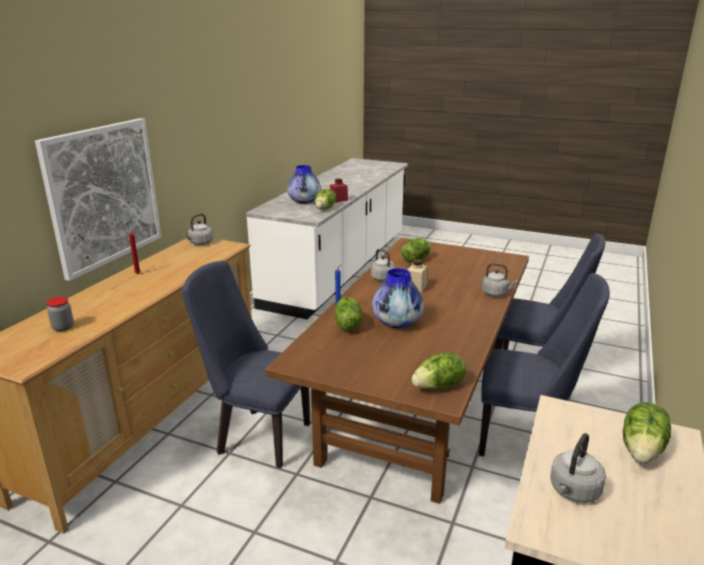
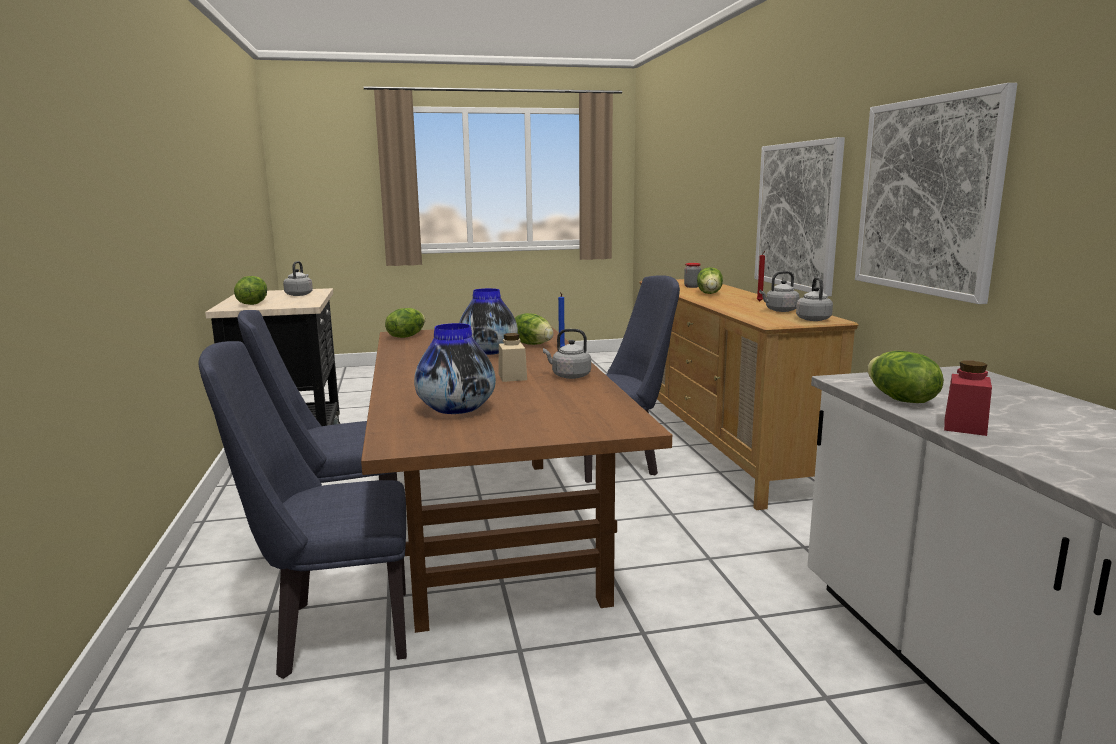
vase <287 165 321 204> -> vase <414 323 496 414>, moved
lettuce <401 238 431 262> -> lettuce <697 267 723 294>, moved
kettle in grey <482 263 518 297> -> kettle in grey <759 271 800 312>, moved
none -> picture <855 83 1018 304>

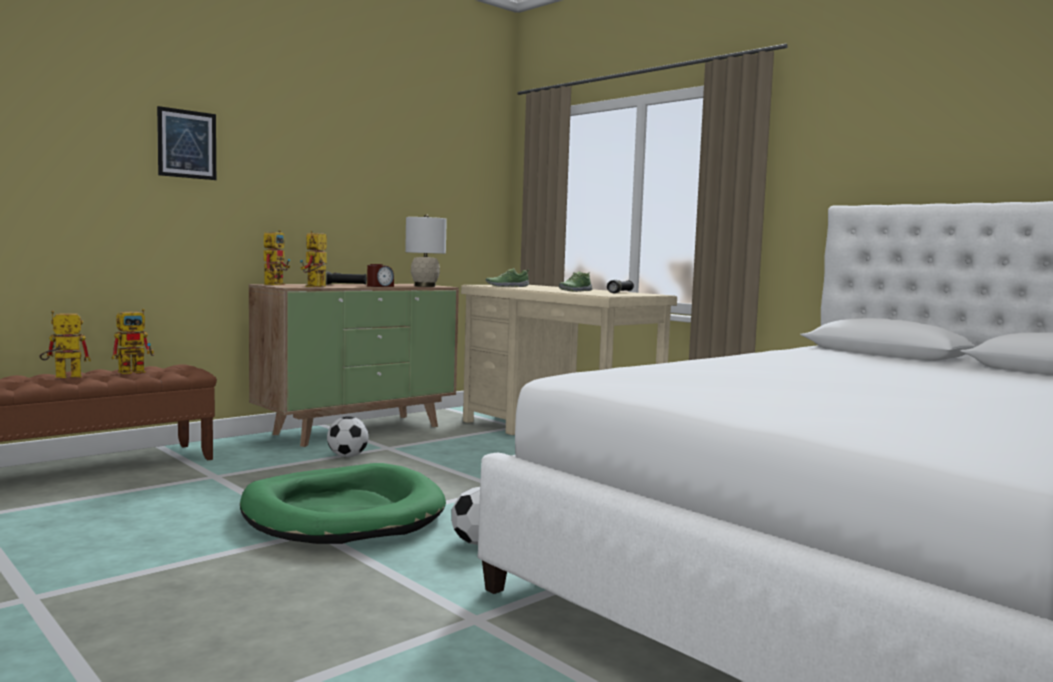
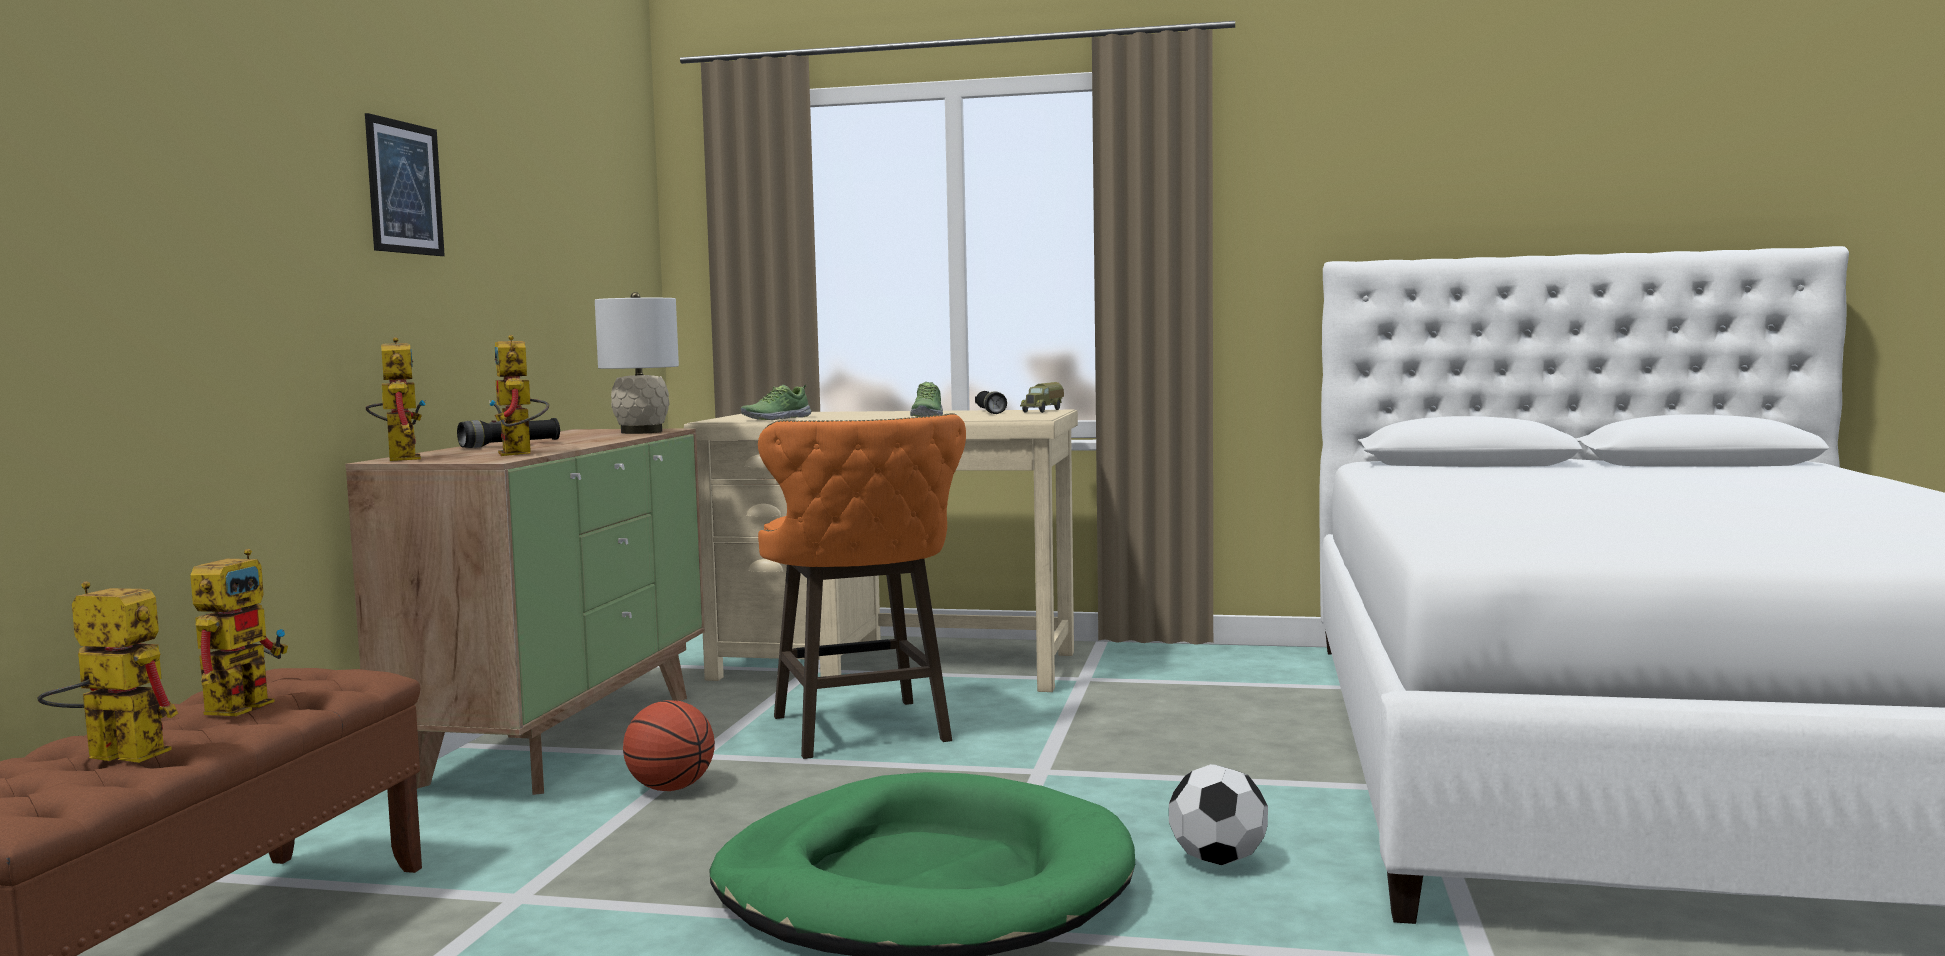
picture <157 106 216 180> -> picture <365 113 445 256>, moved
alarm clock <367 264 394 287> -> none
toy robot <39 310 91 378> -> toy robot <37 581 178 763>, 75 degrees clockwise
football <327 416 369 457> -> basketball <623 700 715 791>
none -> toy truck <1020 382 1064 413>
none -> stool in orange <758 413 966 759>

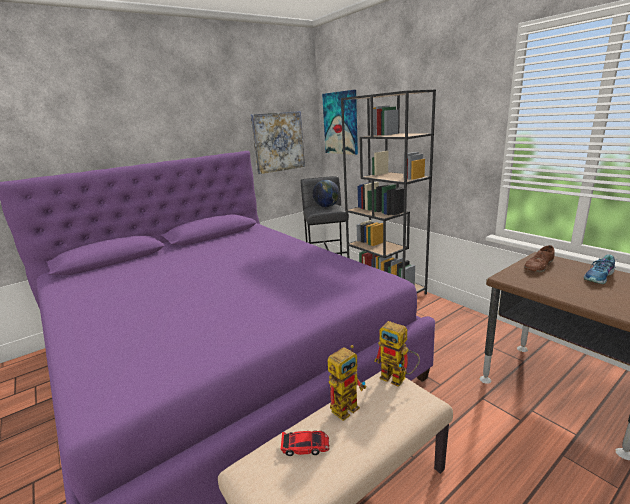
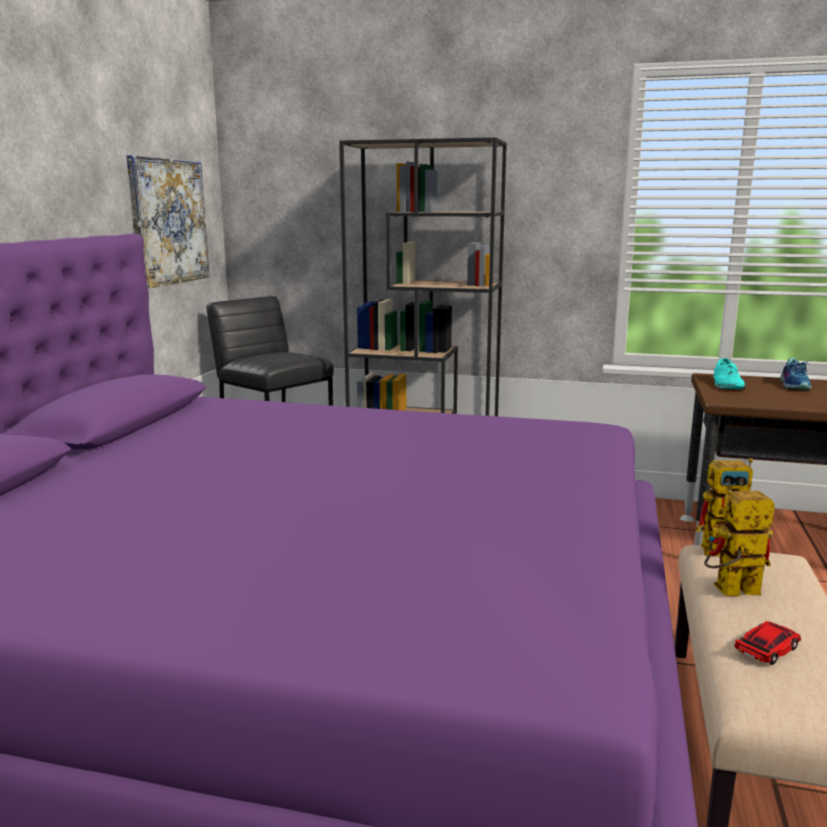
picture <322 90 358 155> -> none
globe <313 180 340 207> -> none
shoe in brown <524 245 555 272> -> shoe in turquoise <713 358 745 389>
toy robot <327 345 367 421> -> toy robot <704 489 775 596>, 105 degrees counterclockwise

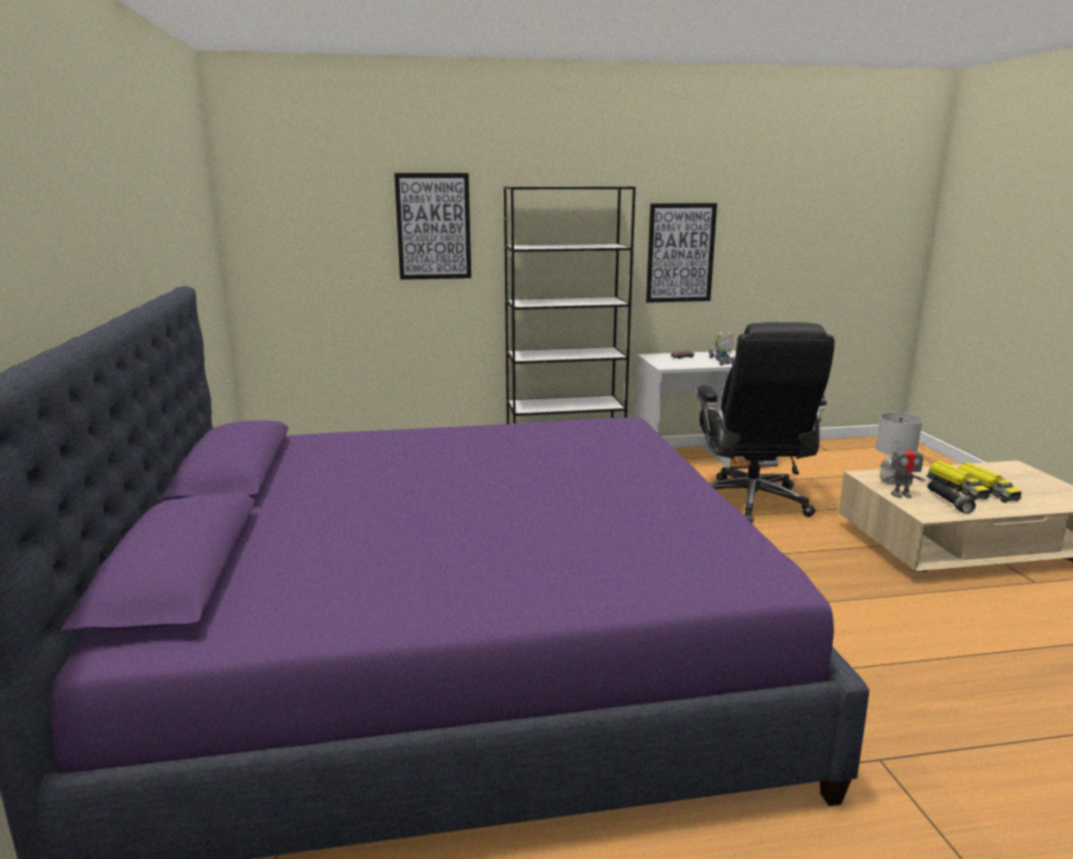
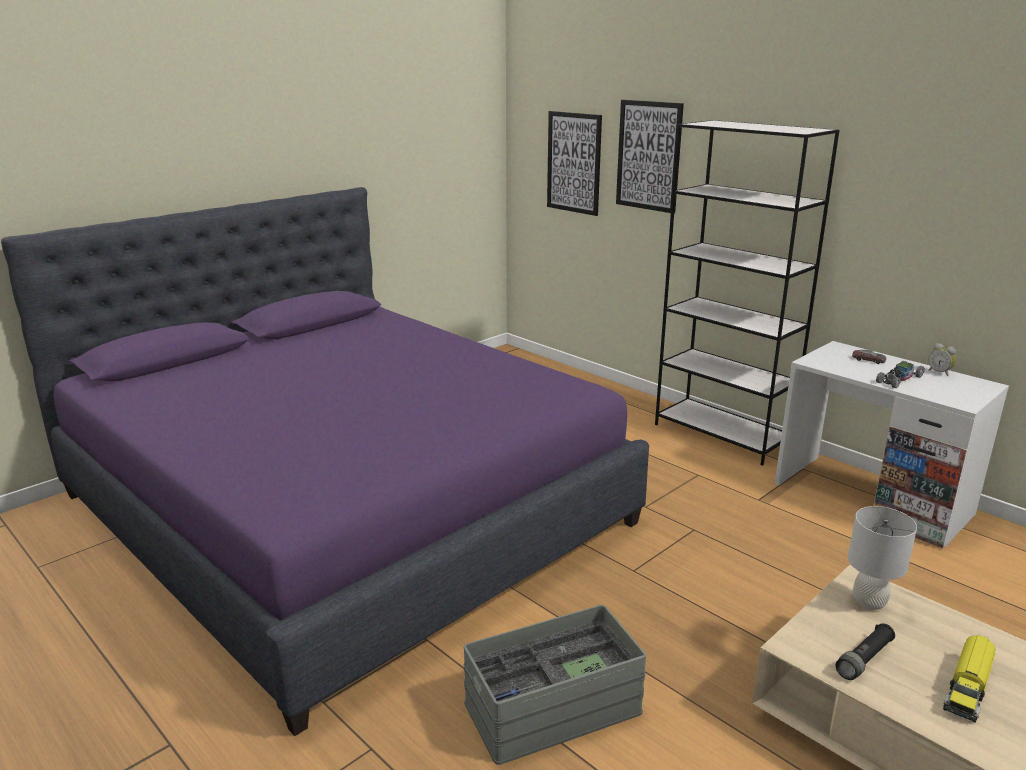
picture <646 203 717 303> -> picture <547 111 602 216>, moved
office chair in black <696 322 835 523> -> none
toy robot <882 441 925 498> -> none
toy truck <926 460 990 501> -> none
none -> storage box in grey <464 605 646 765>

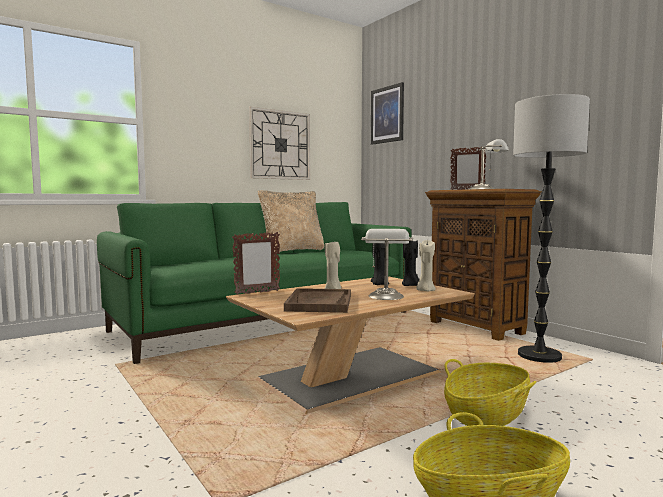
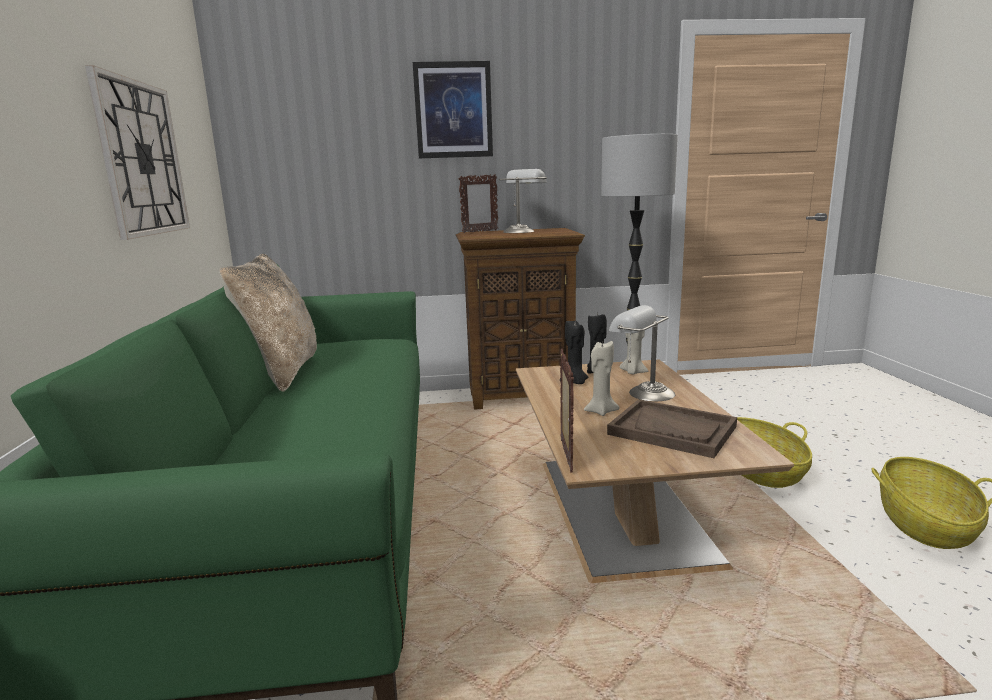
picture <371 82 404 145> -> picture <413 61 493 158>, moved

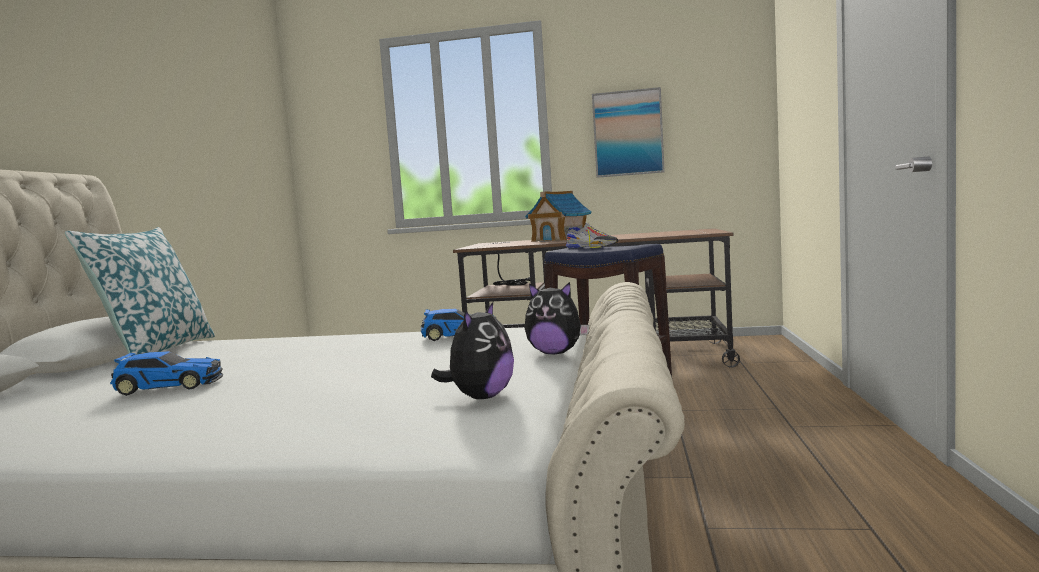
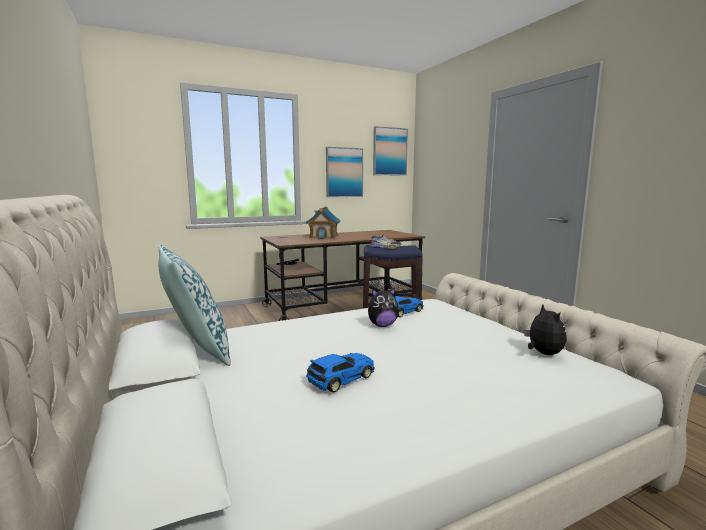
plush toy <525 282 589 354> -> plush toy <368 288 399 327>, moved
none -> picture <373 126 408 176>

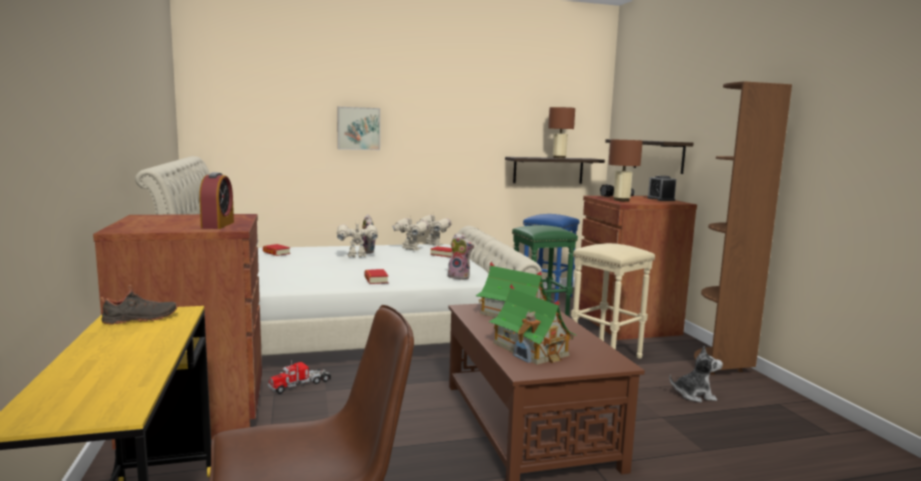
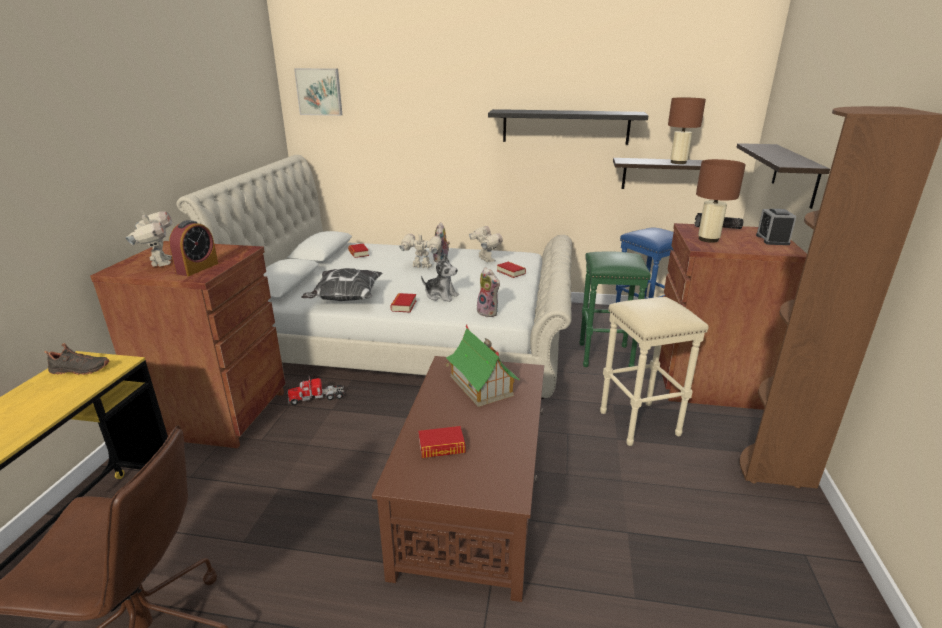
picture <337 107 380 150> -> picture <294 68 342 116>, moved
toy robot <417 213 452 246> -> toy robot <125 209 172 267>, moved
toy house <489 284 577 365> -> book <418 426 466 458>
plush toy <669 346 723 402> -> plush toy <421 254 459 302>, moved
none -> shelf in black <488 109 648 145>
none -> pillow <301 268 383 301>

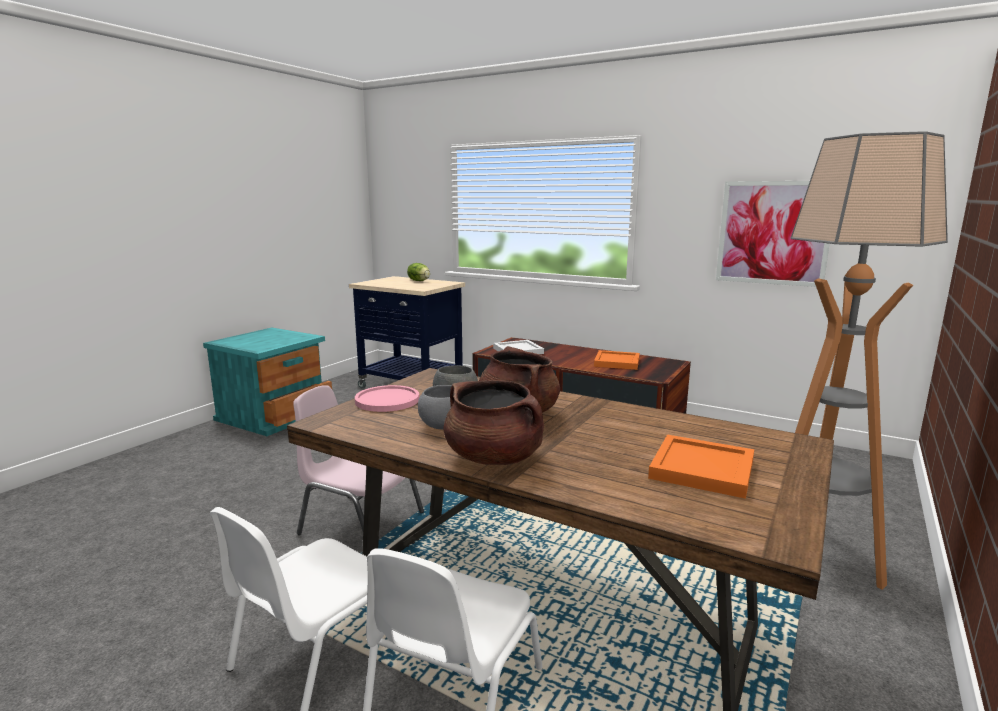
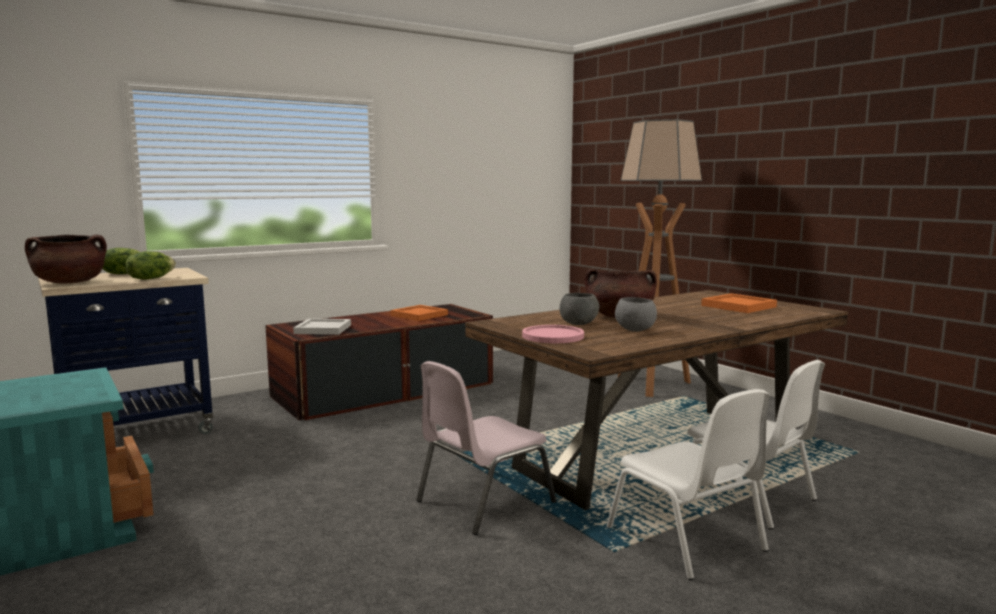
picture <716 181 830 287> -> none
cooking pot in brown <444 380 544 465> -> cooking pot in brown <25 235 107 284>, moved
none -> lettuce <125 251 176 280>

